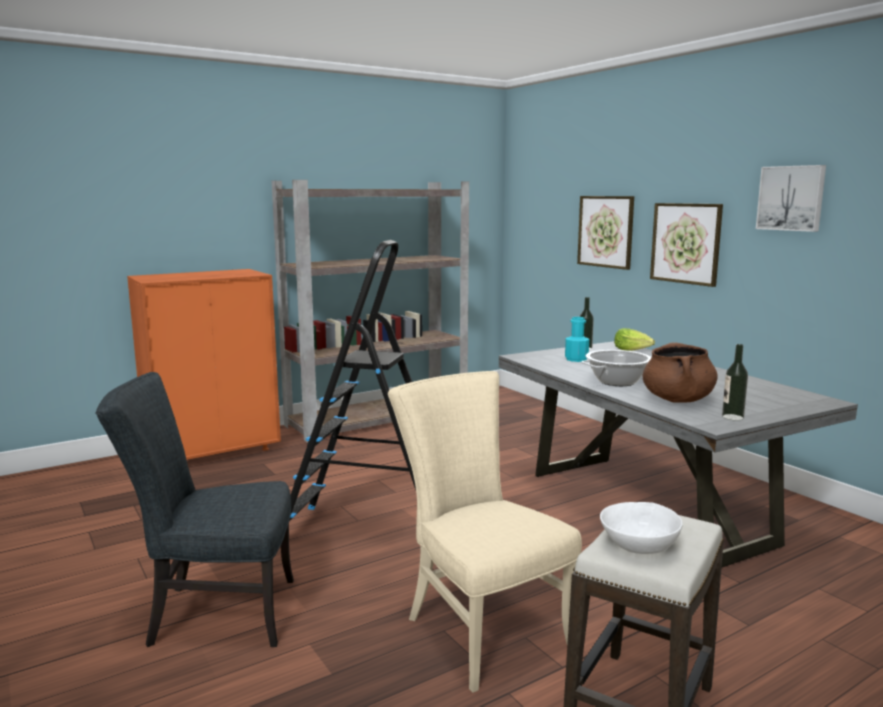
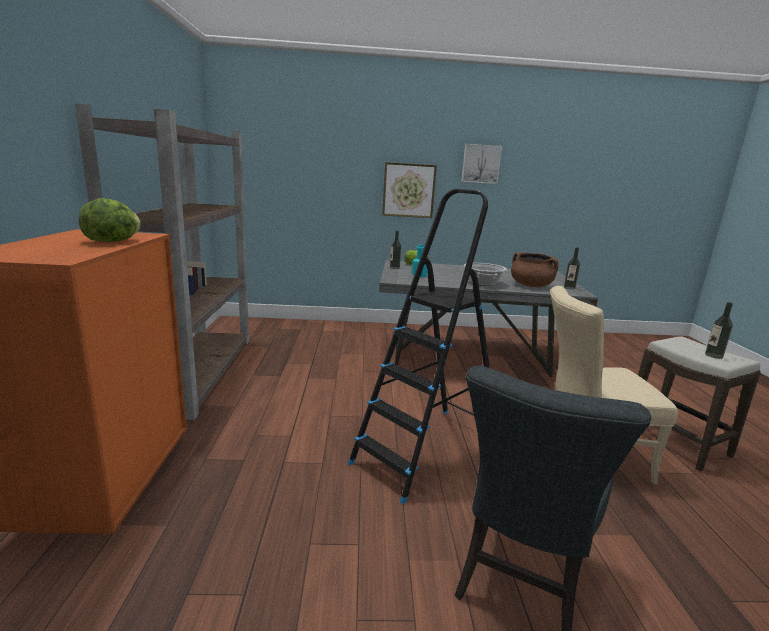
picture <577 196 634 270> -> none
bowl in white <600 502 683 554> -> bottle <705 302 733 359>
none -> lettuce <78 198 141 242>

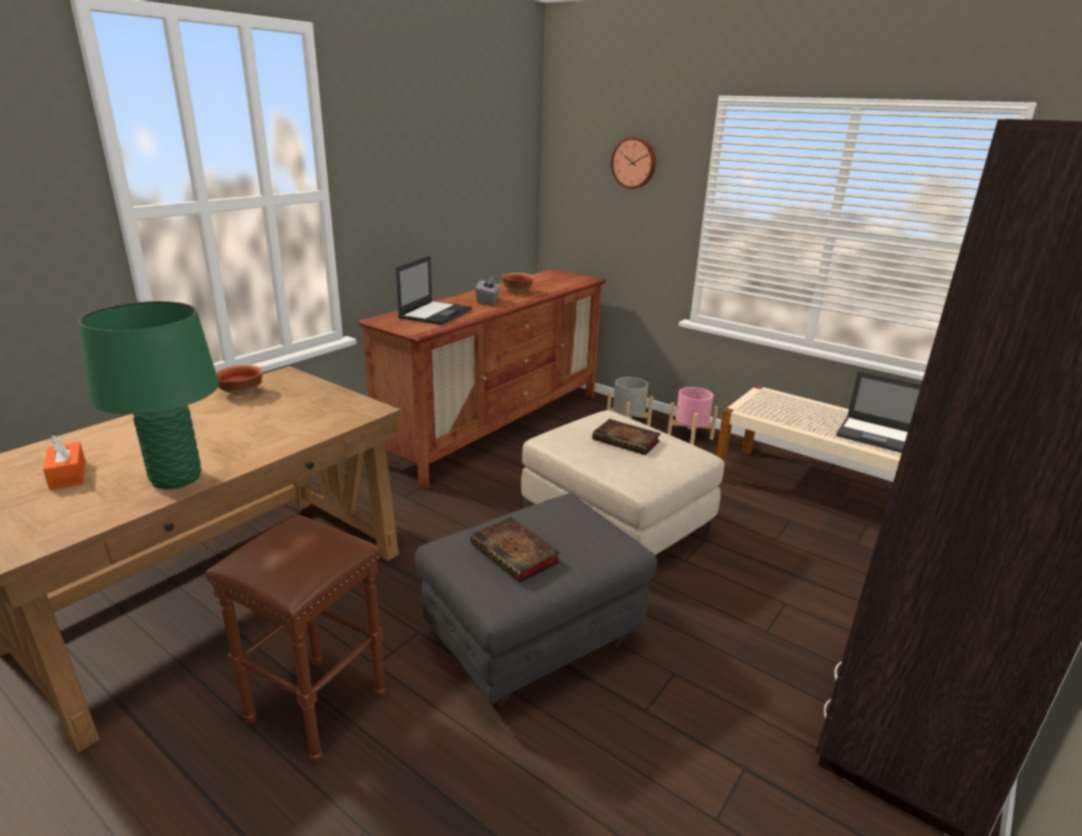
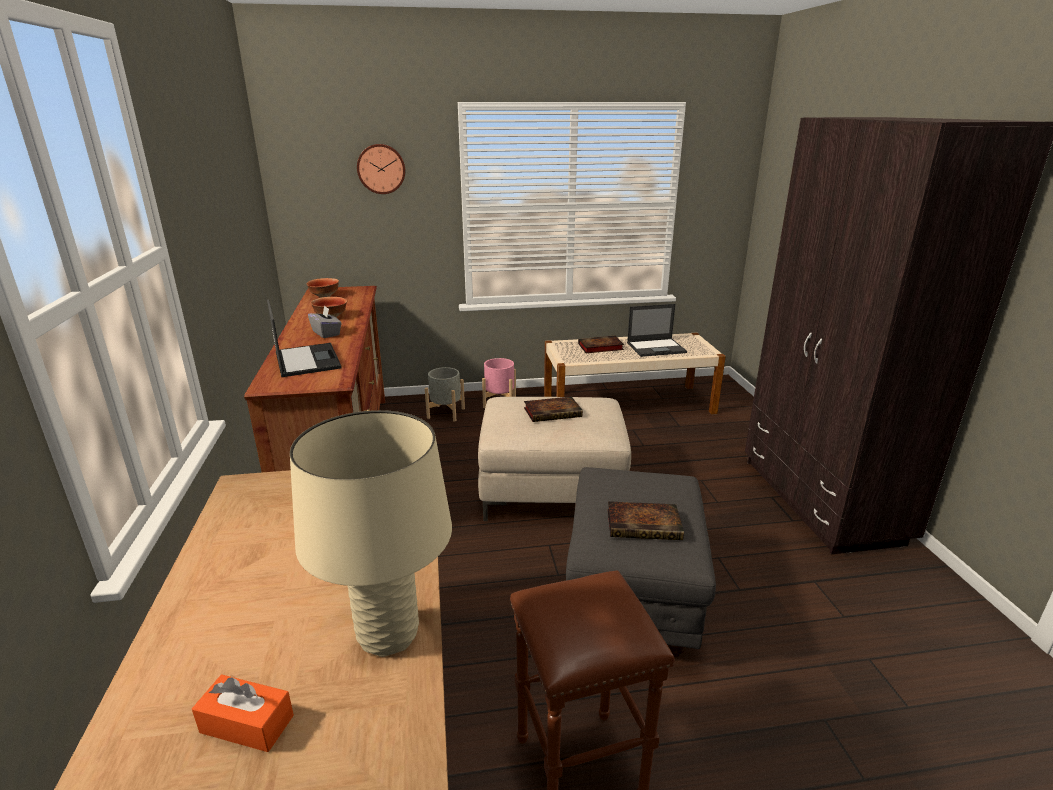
table lamp in green <79 301 219 490> -> table lamp in beige <290 410 452 657>
bowl <216 365 263 396> -> bowl <306 278 339 298>, moved
none -> book <578 336 624 353>

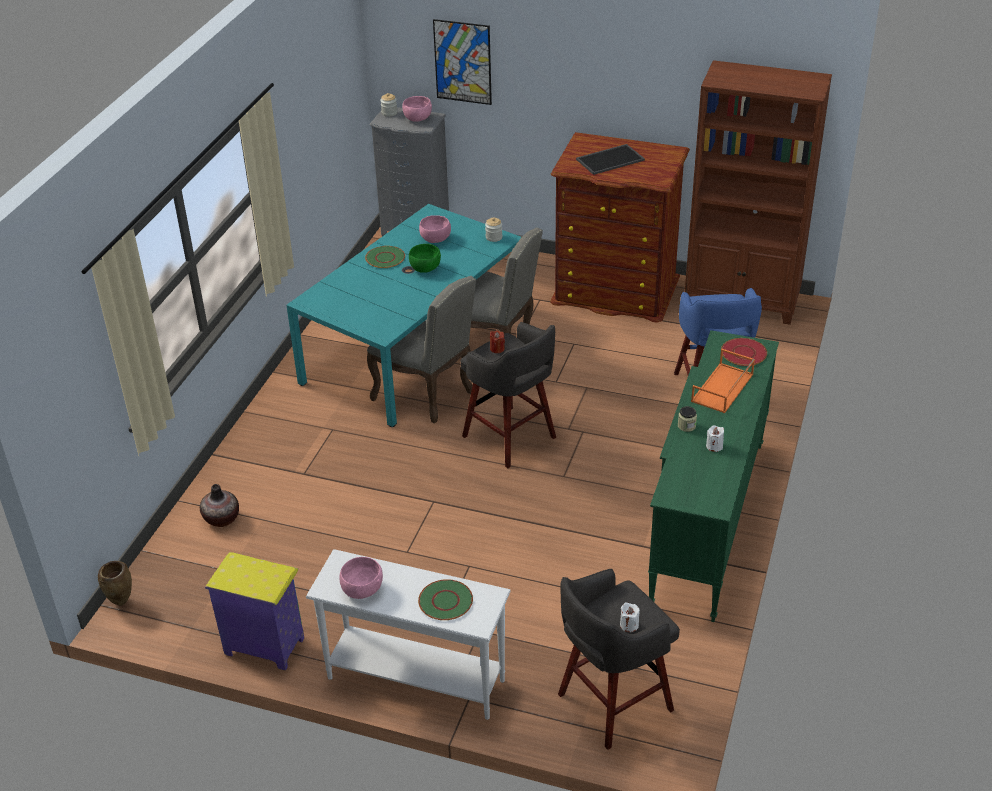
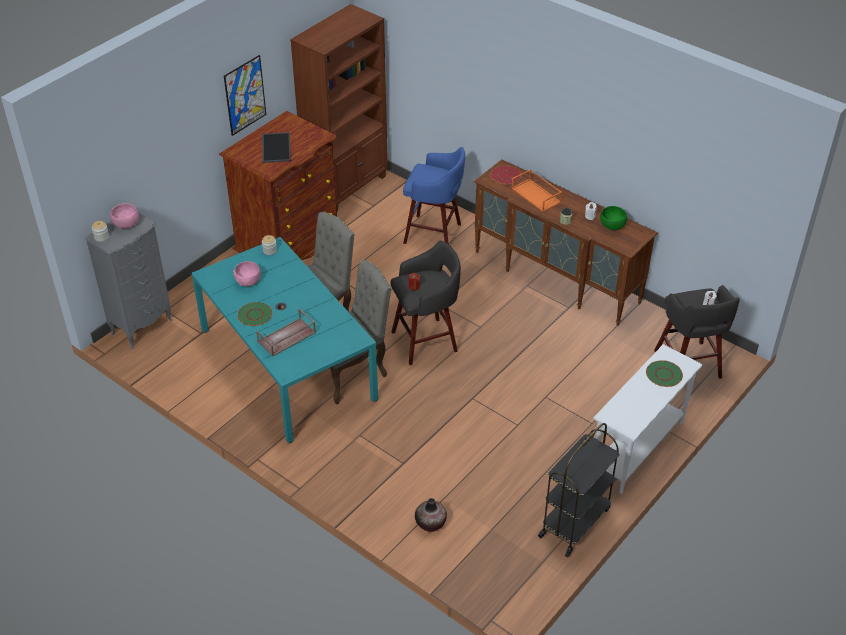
picture <433 19 492 105> -> picture <224 55 266 136>, moved
bowl in green <409 244 441 273> -> bowl in green <600 206 627 230>, moved
cabinet in green <648 330 779 622> -> cabinet in brown <473 159 658 326>
nightstand <205 552 304 670> -> cart in black <538 423 619 557>
bowl in pink <340 557 383 599> -> none
vase in brown <98 561 132 606> -> none
none -> tray in brown <256 308 316 357>

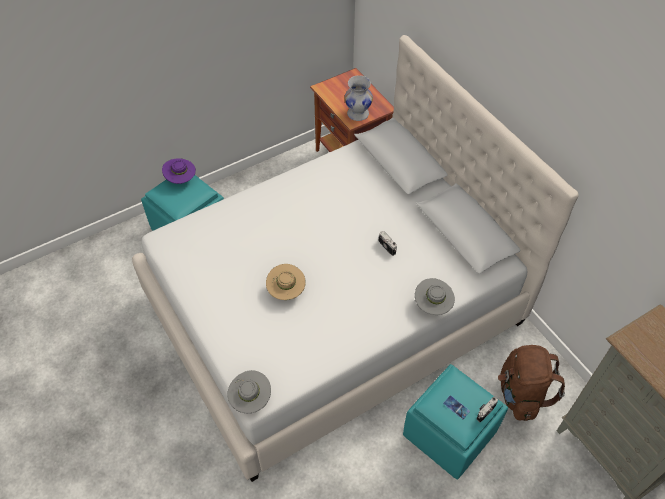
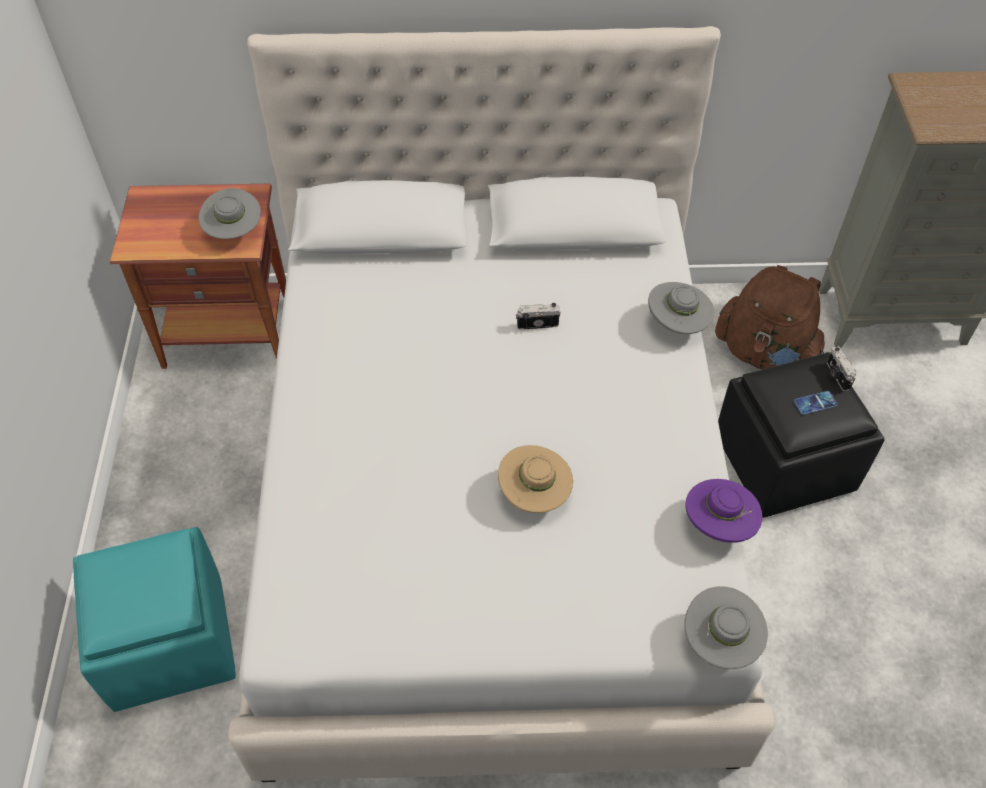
vase in white <344 75 373 121> -> hat in grey <198 188 261 239>
hat in purple <162 158 196 184> -> hat in purple <685 479 762 543>, moved
ottoman in turquoise <403 364 508 479> -> ottoman in black <718 352 885 518>

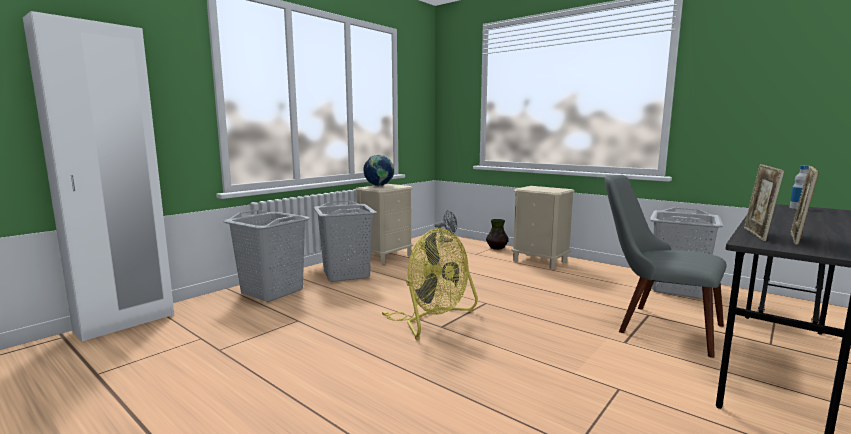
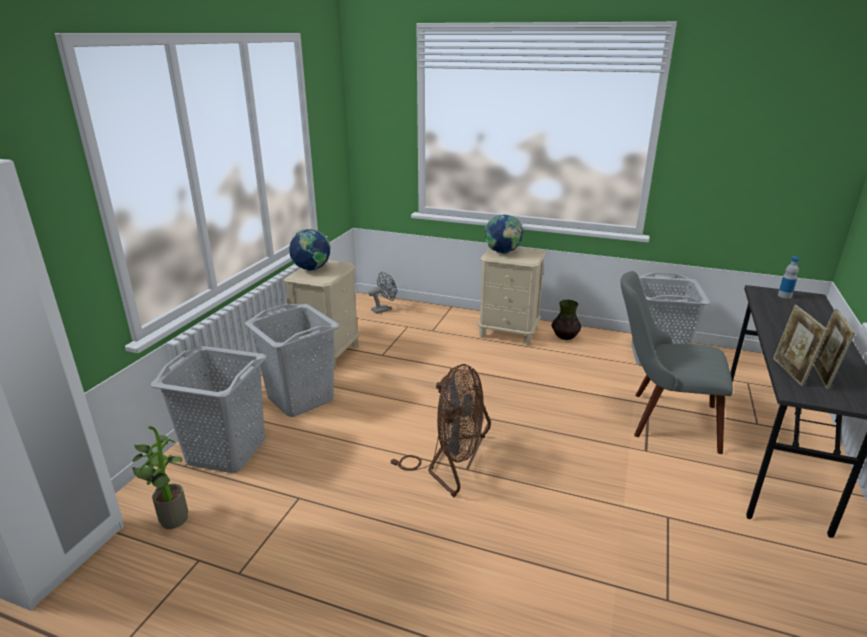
vase <486 219 509 250> -> vase <551 300 582 340>, moved
fan in yellow <382 228 478 340> -> fan in brown <390 364 491 497>
none -> globe <485 214 523 254>
none -> potted plant <132 426 188 529>

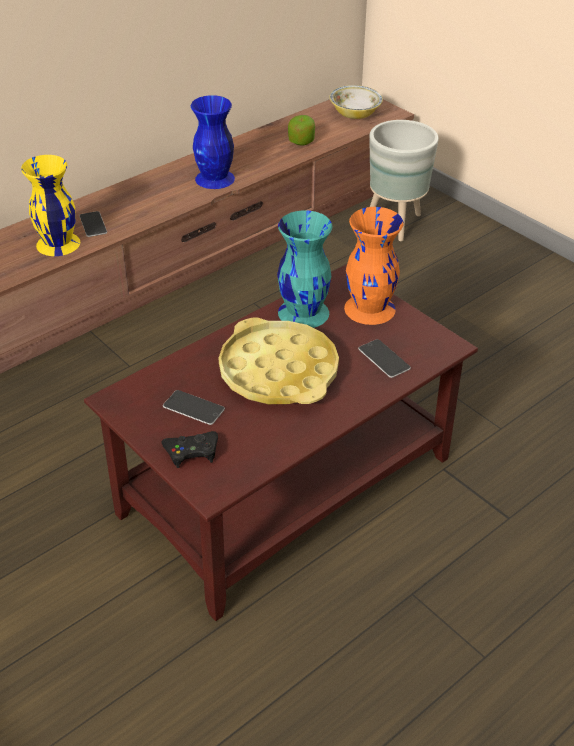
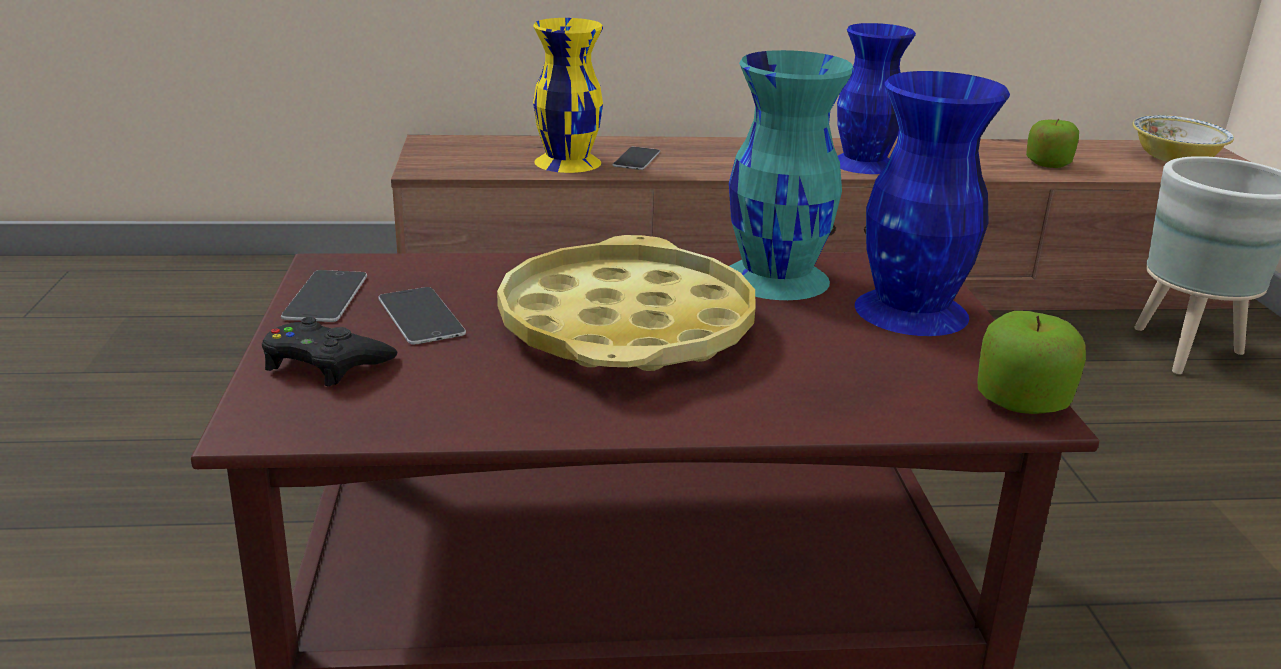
vase in orange <344 207 404 325> -> vase in blue <855 71 1010 336>
phone <358 339 411 378> -> phone <281 270 367 322>, moved
none -> apple <977 311 1086 414>

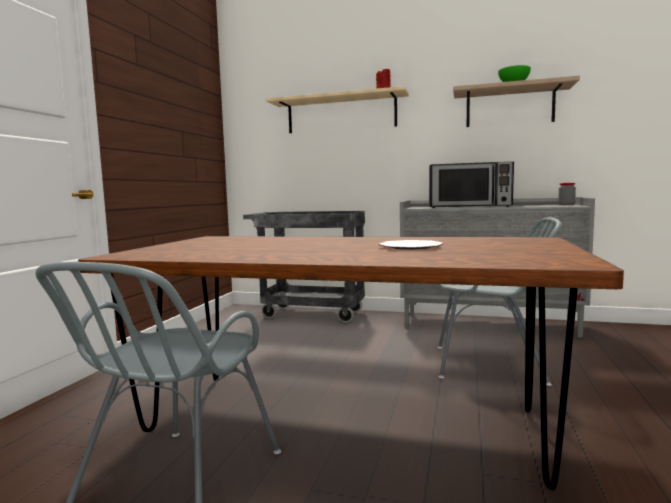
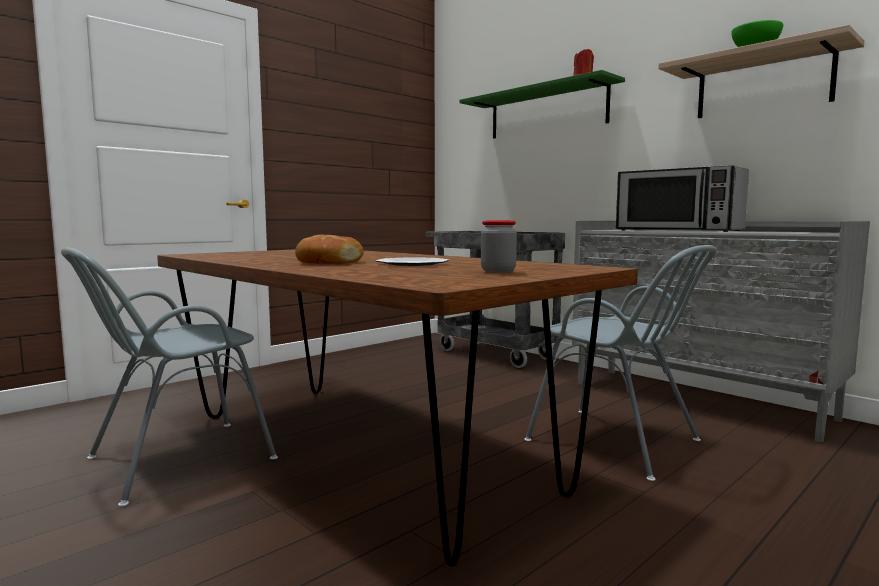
shelf in beige <266 86 409 133> -> shelf in green <459 70 625 139>
jar <558 183 576 205> -> jar <481 220 517 273>, moved
none -> bread <295 234 364 264>

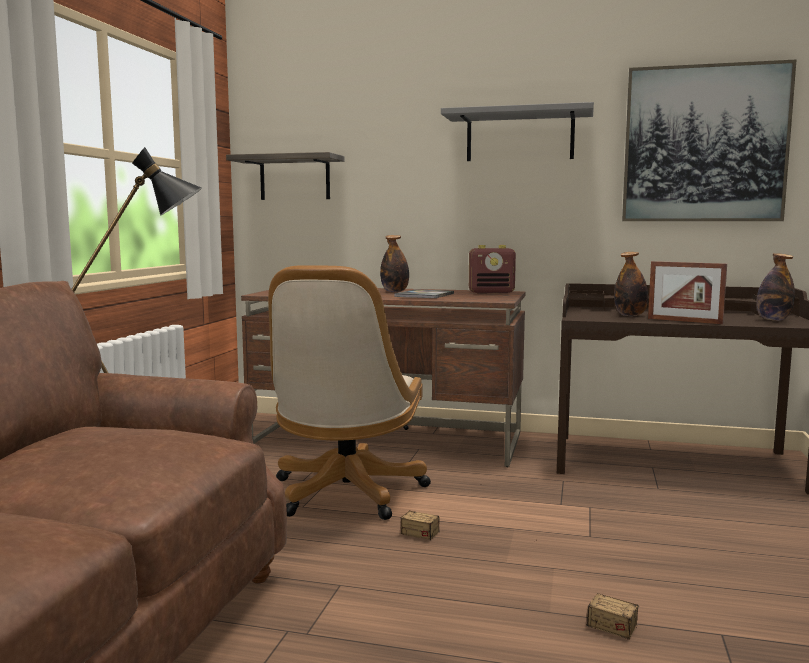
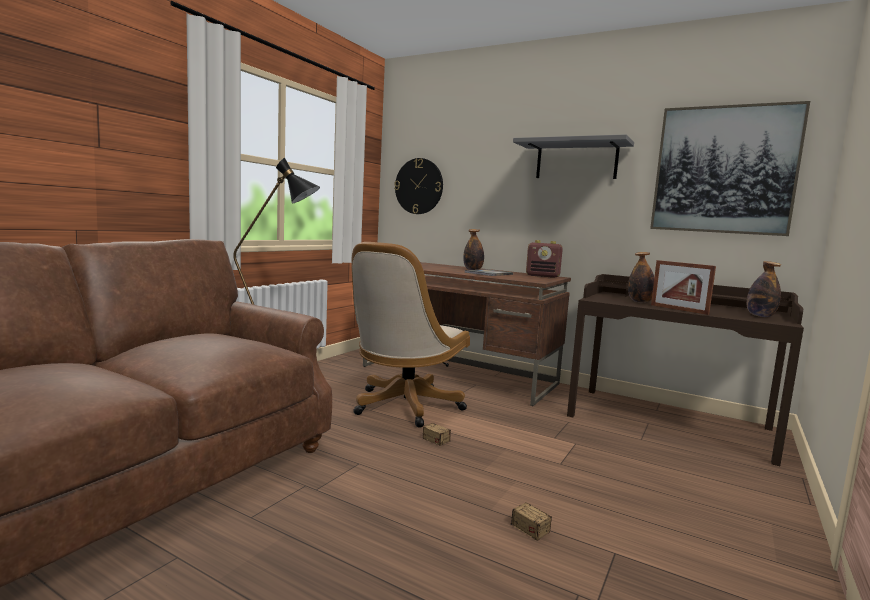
shelf <226 152 344 200> -> wall clock <394 158 443 214>

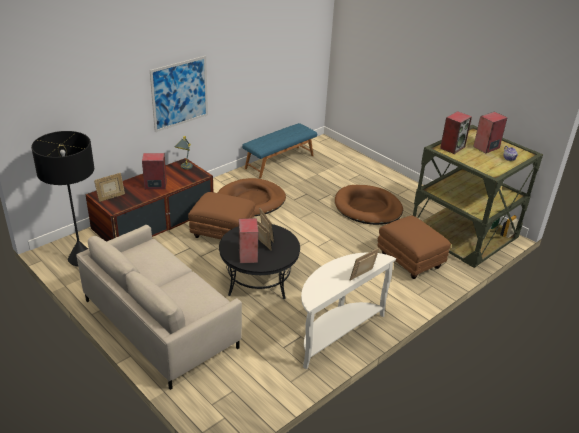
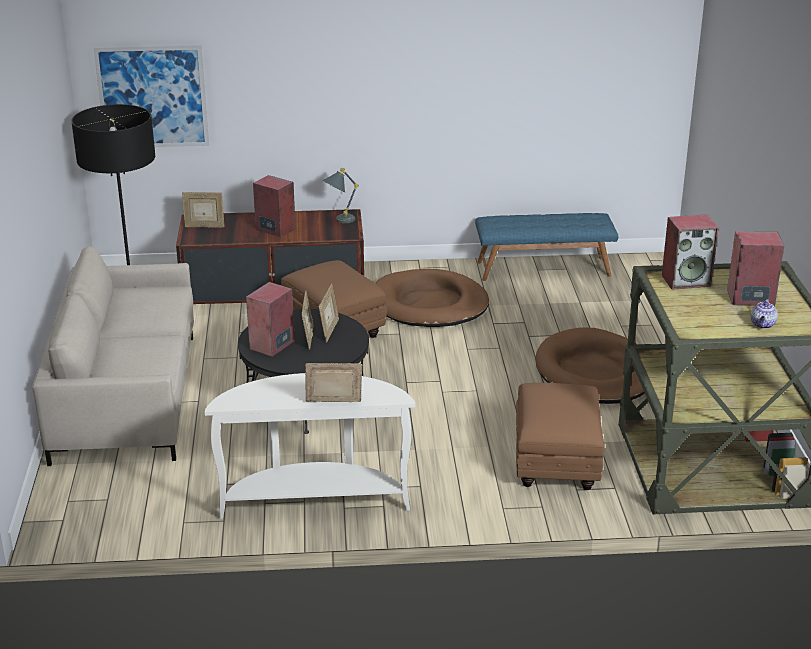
picture <150 56 208 132> -> picture <94 45 209 147>, moved

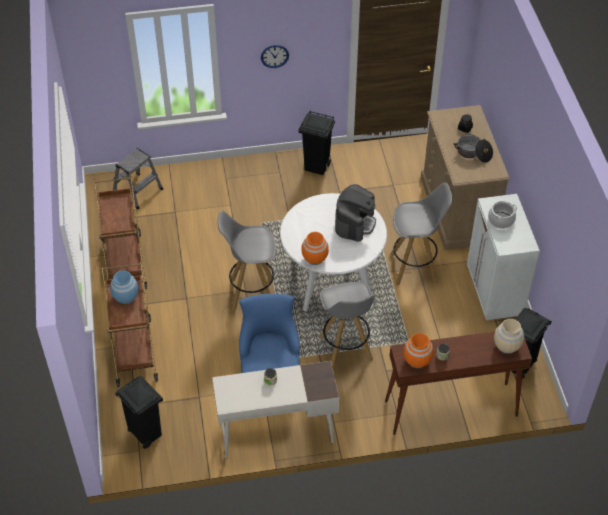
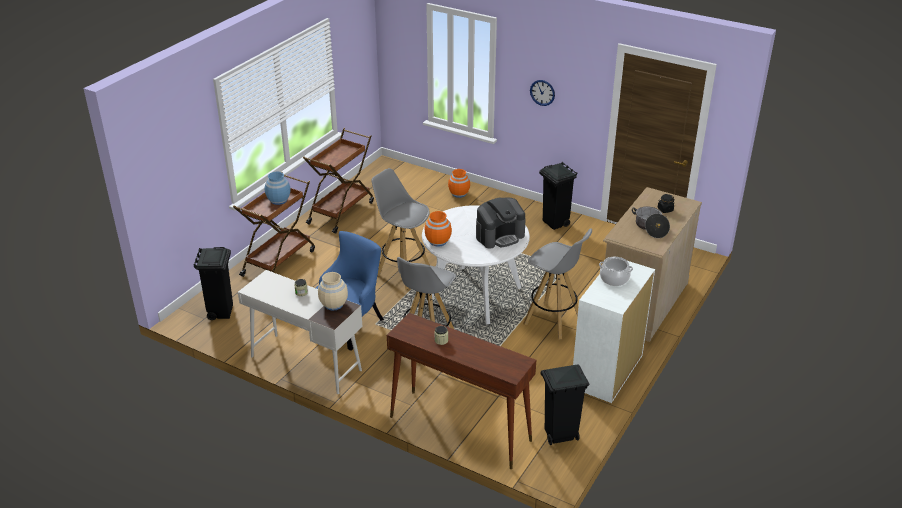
step ladder in grey <113 148 163 209> -> none
vase in beige <494 319 524 354> -> vase in beige <318 272 348 311>, moved
vase in orange <403 333 434 368> -> vase in orange <448 169 470 198>, moved

